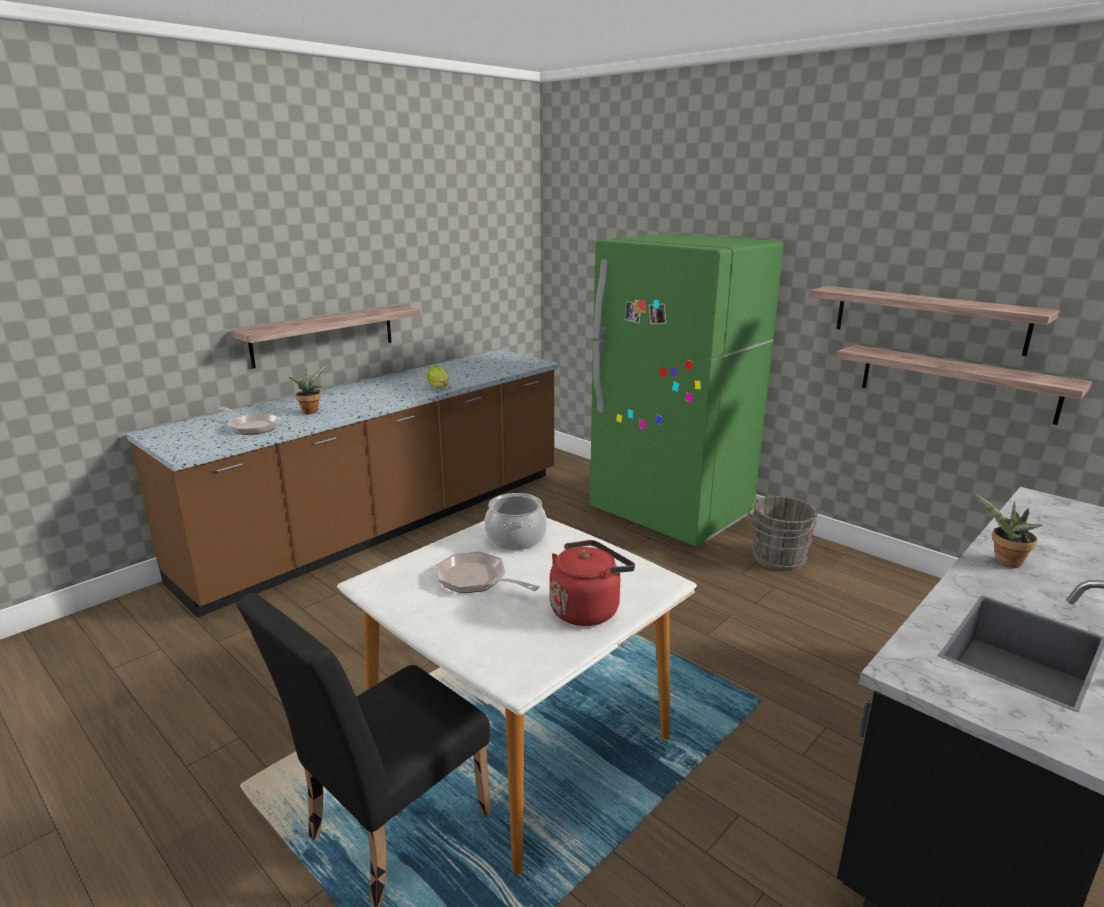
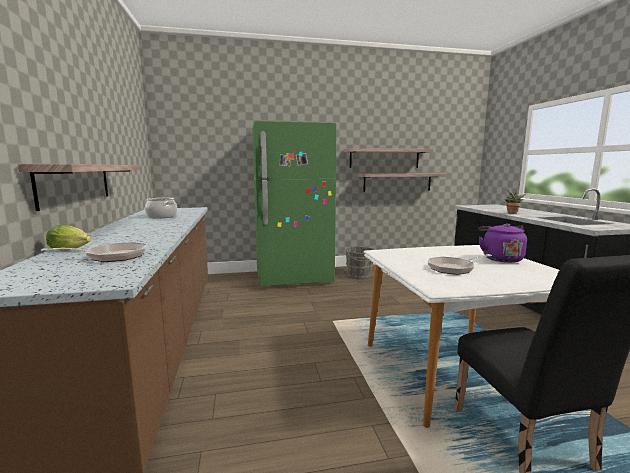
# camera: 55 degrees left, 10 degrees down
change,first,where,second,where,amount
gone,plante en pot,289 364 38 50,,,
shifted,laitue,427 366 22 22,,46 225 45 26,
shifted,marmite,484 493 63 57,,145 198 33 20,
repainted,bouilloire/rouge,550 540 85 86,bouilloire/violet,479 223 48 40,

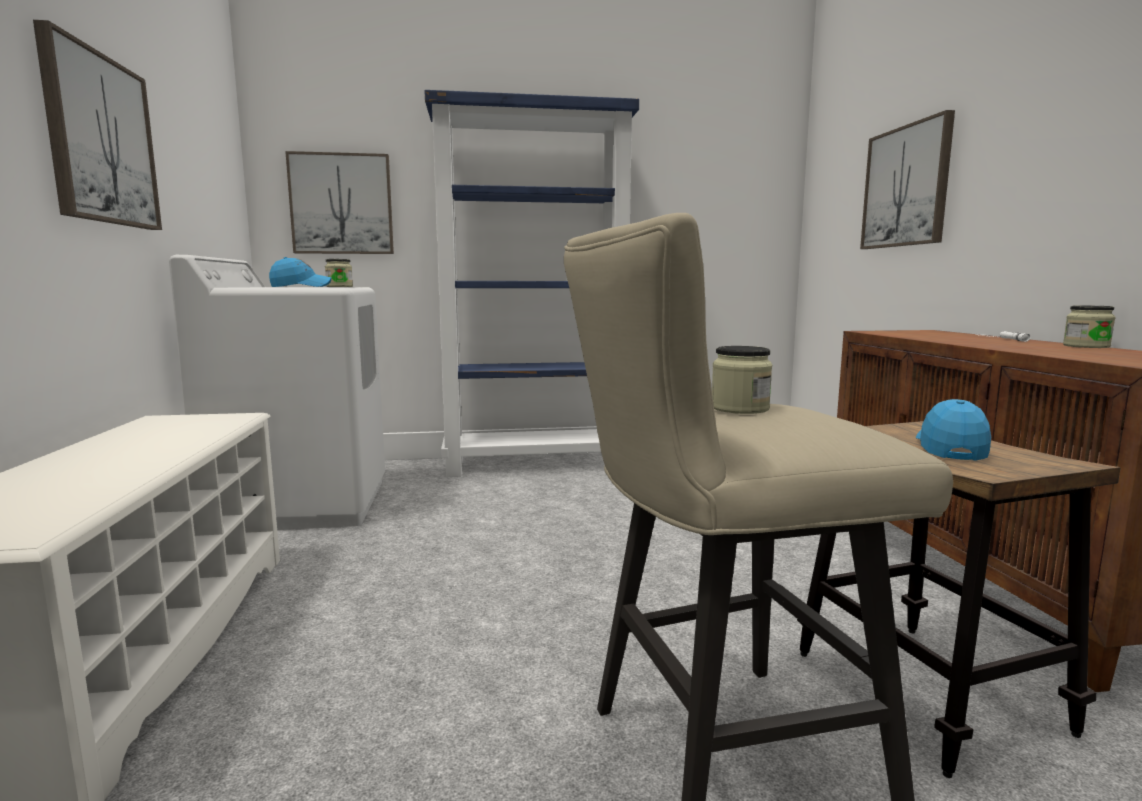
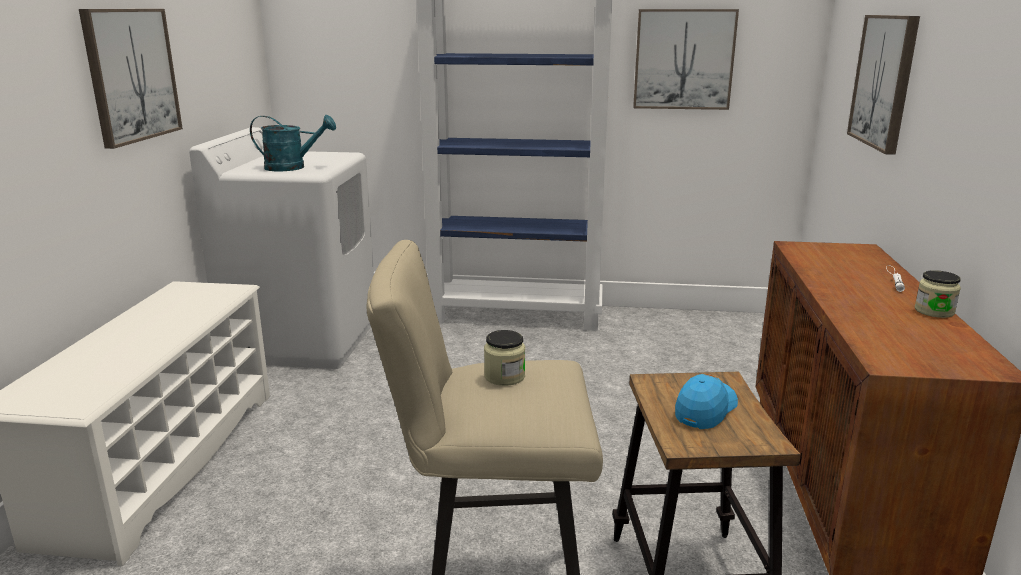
# camera: 15 degrees right, 10 degrees up
change,first,where,second,where,amount
shifted,tableau,285 151 109 103,,633 9 106 101,
swapped,casquette/bleu,269 257 62 30,arrosoir/turquoise,250 115 86 56,
gone,bocal,325 259 28 28,,,

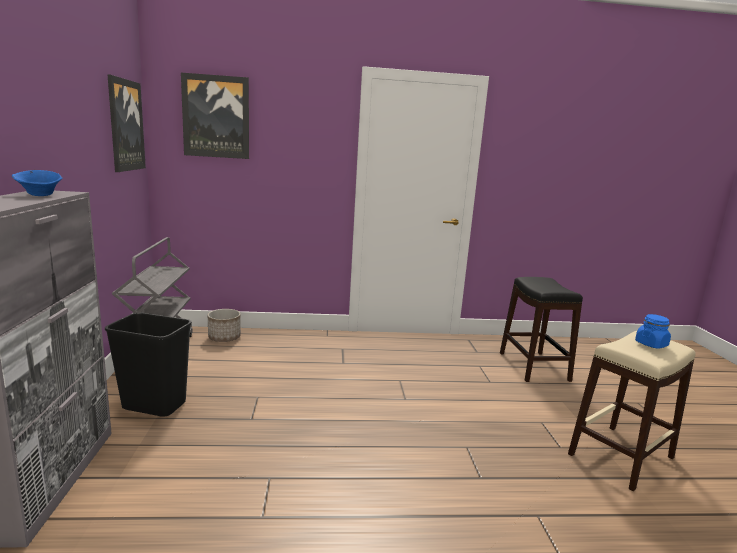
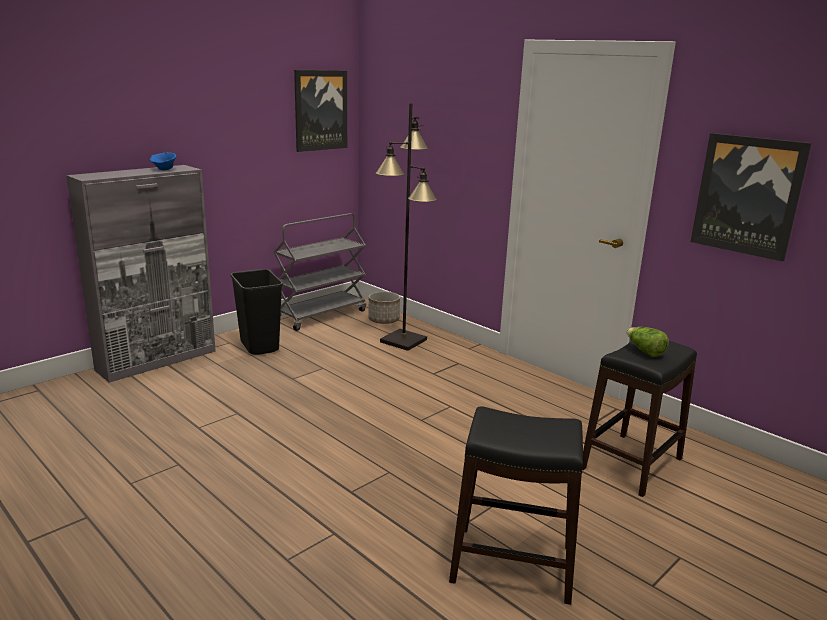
# camera: 50 degrees right, 5 degrees up
change,first,where,second,where,amount
shifted,tableau,181 73 68 86,,691 133 120 128,
gone,bocal/bleu,635 314 36 35,,,
repainted,tabouret/beige,568 331 128 160,tabouret/noir,449 406 134 199,
new,,,lampadaire/noir,376 103 61 248,
new,,,laitue,627 327 42 30,

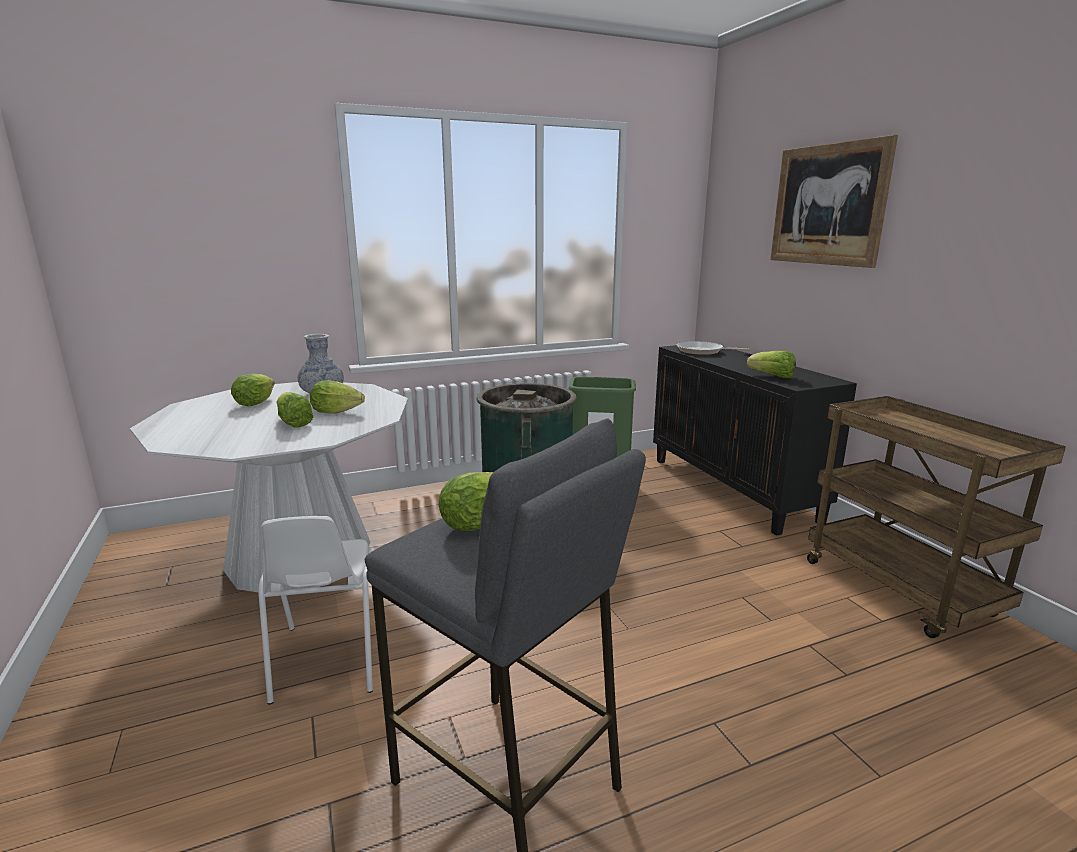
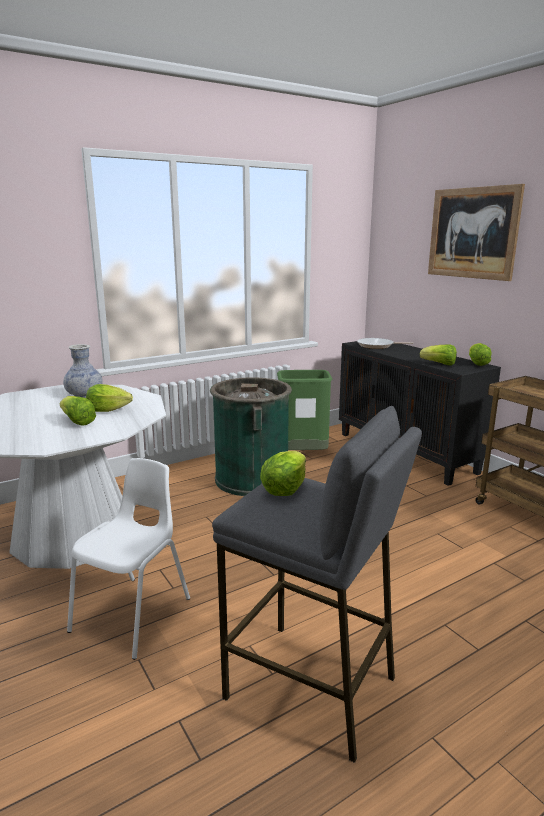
# camera: 10 degrees left, 0 degrees up
change,first,where,second,where,amount
shifted,laitue,231 374 44 33,,469 343 23 23,
rotated,chaise/blanc,258 516 117 188,,67 458 123 202,135 degrees counterclockwise

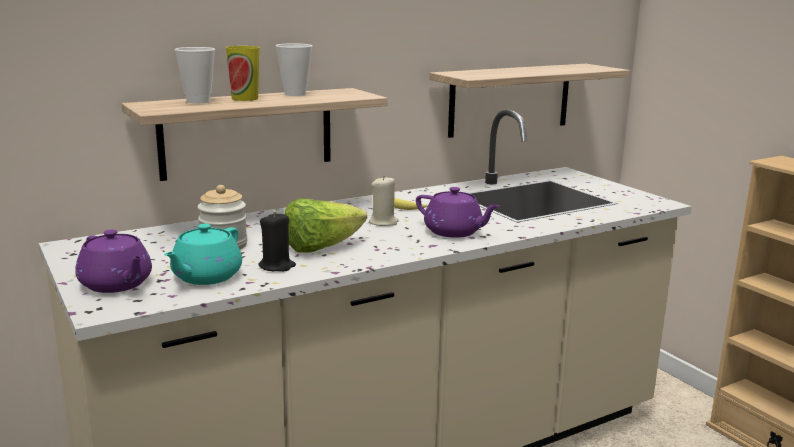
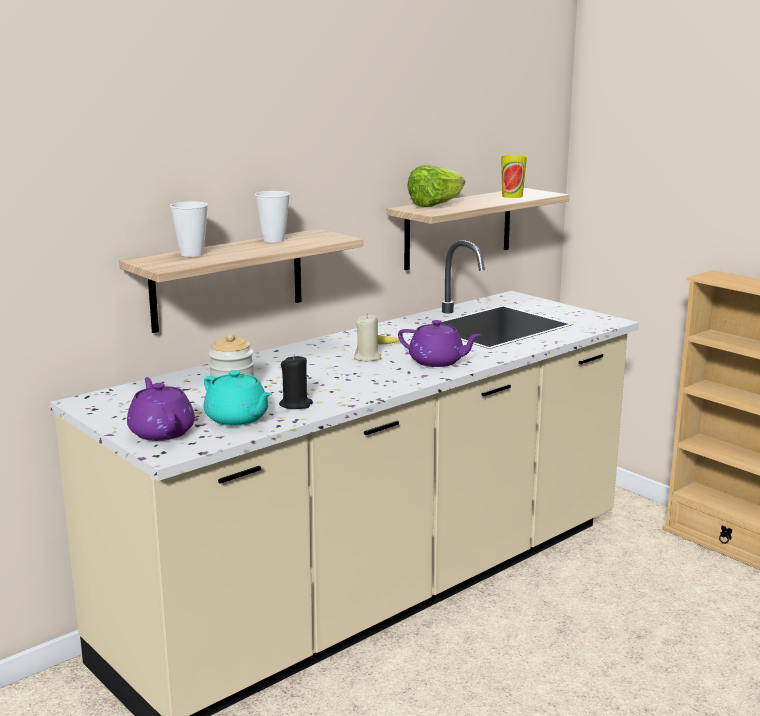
# camera: 10 degrees left, 0 degrees up
change,first,where,second,where,amount
shifted,tasse,226 46 33 55,,501 155 26 43,
shifted,laitue,284 198 83 54,,407 165 58 42,
rotated,théière/turquoise,164 224 78 61,,204 370 68 56,60 degrees counterclockwise
rotated,théière/violet,75 230 77 63,,127 377 68 64,150 degrees counterclockwise

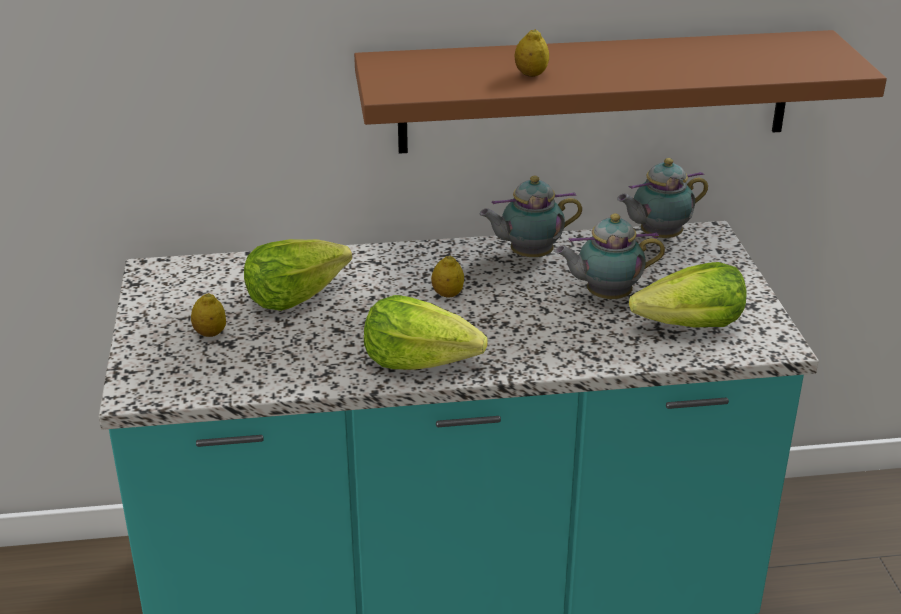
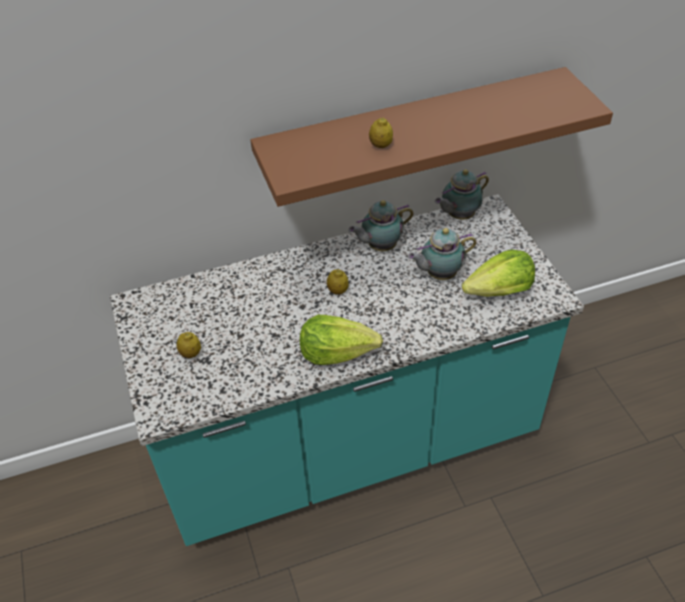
# camera: 10 degrees left, 15 degrees up
change,first,where,second,where,amount
gone,laitue,244 239 108 72,,,

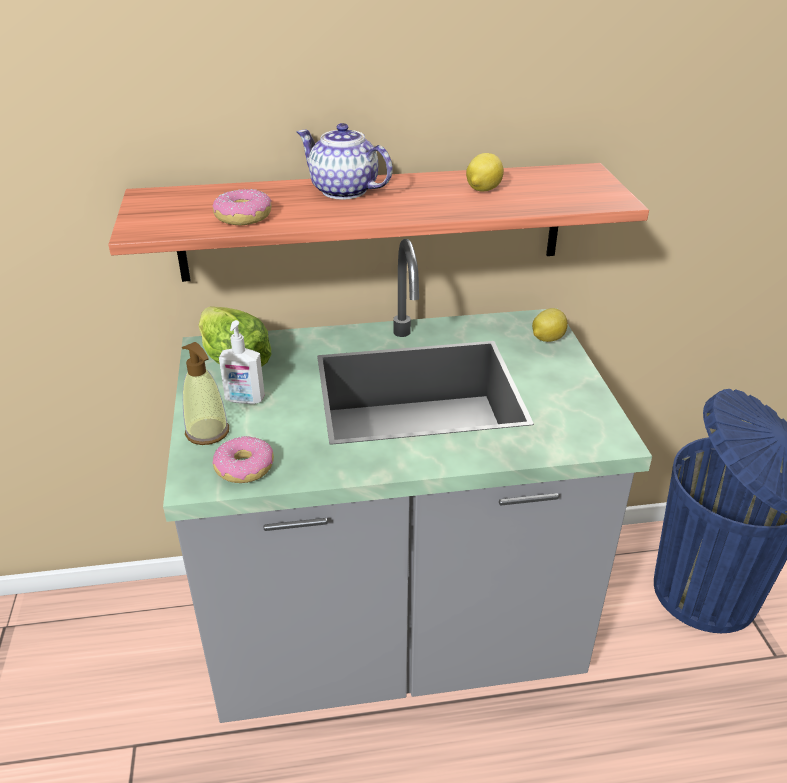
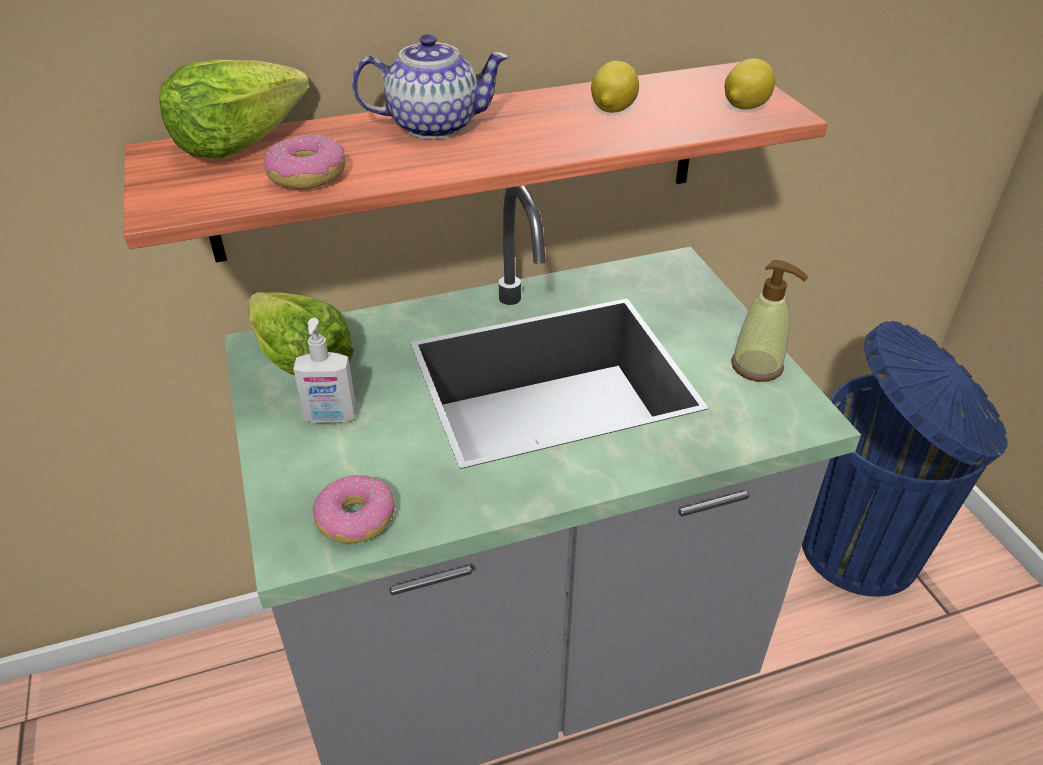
# camera: 10 degrees left, 5 degrees up
change,first,where,second,where,amount
rotated,théière,297 123 96 77,,352 34 157 105,150 degrees clockwise
shifted,citron,532 308 36 34,,725 58 50 52,
shifted,distributeur de savon,182 342 47 103,,731 260 78 122,
new,,,laitue,159 60 151 98,

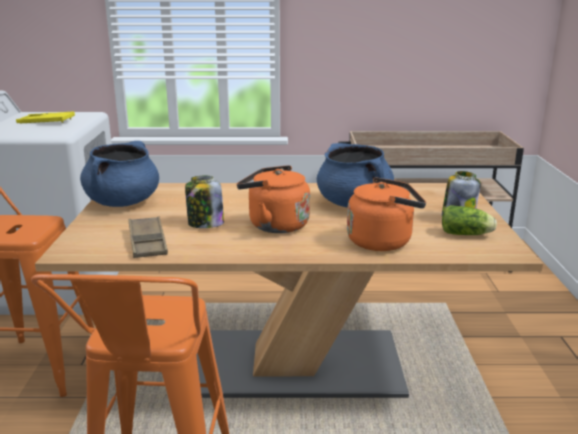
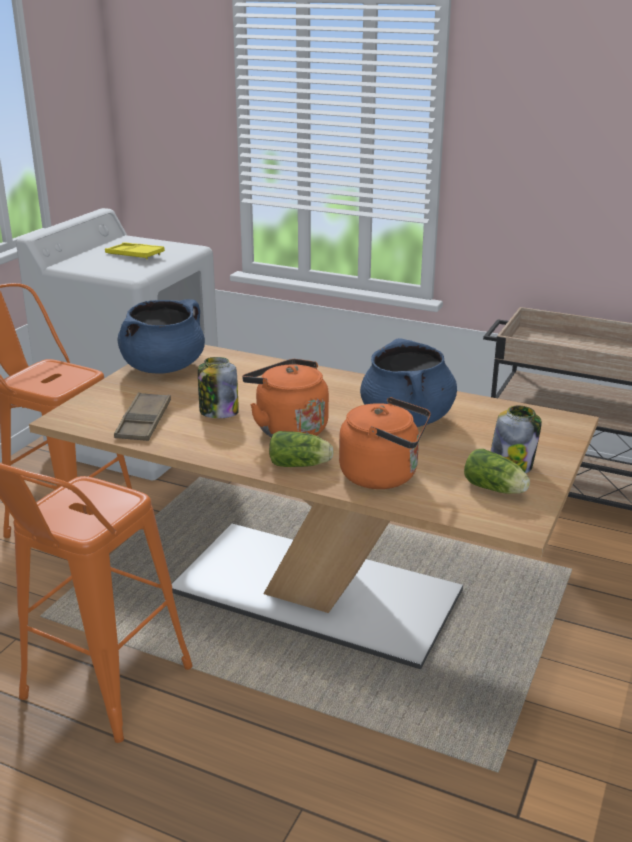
# camera: 25 degrees right, 5 degrees up
change,first,where,second,where,amount
new,,,laitue,269 431 65 36,

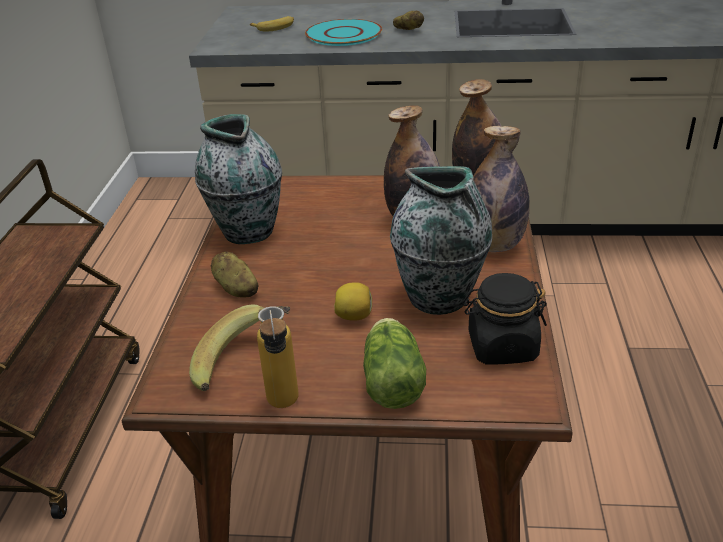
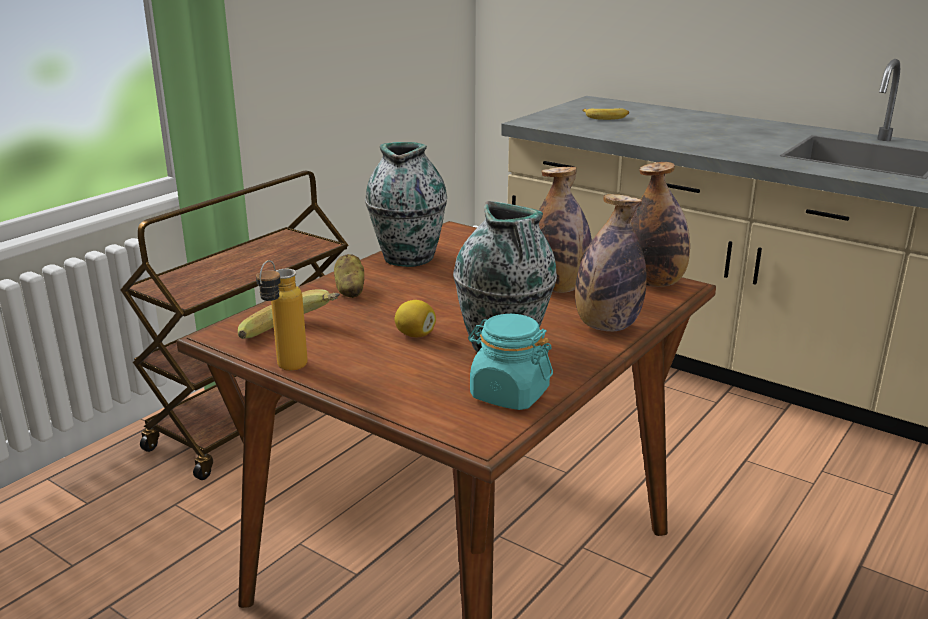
# camera: 30 degrees right, 10 degrees down
change,first,where,second,where,amount
gone,pomme de terre,393 11 31 19,,,
gone,assiette/turquoise,305 19 77 27,,,
repainted,bocal/noir,462 273 85 92,bocal/turquoise,468 314 85 96,
gone,laitue,363 318 63 91,,,

